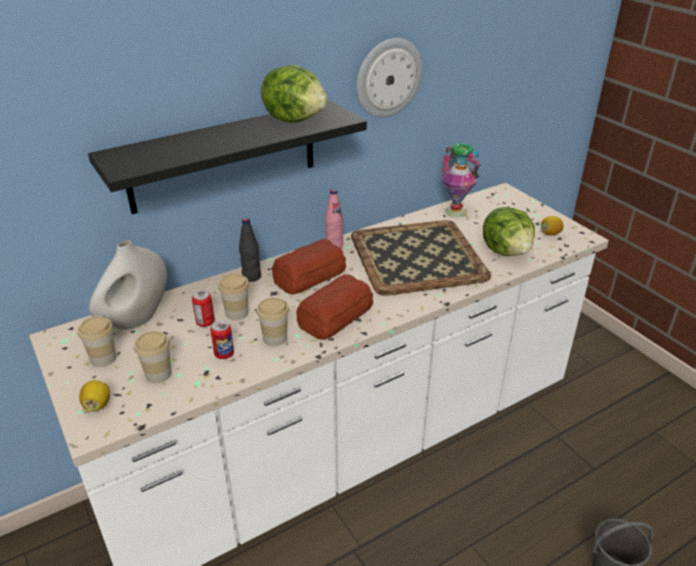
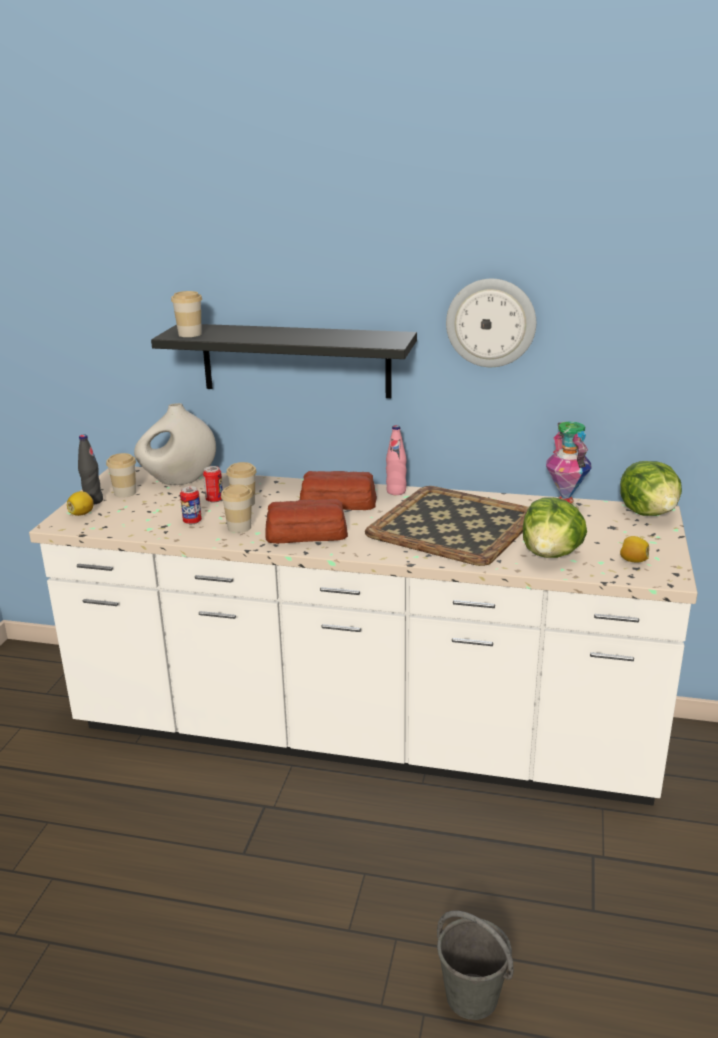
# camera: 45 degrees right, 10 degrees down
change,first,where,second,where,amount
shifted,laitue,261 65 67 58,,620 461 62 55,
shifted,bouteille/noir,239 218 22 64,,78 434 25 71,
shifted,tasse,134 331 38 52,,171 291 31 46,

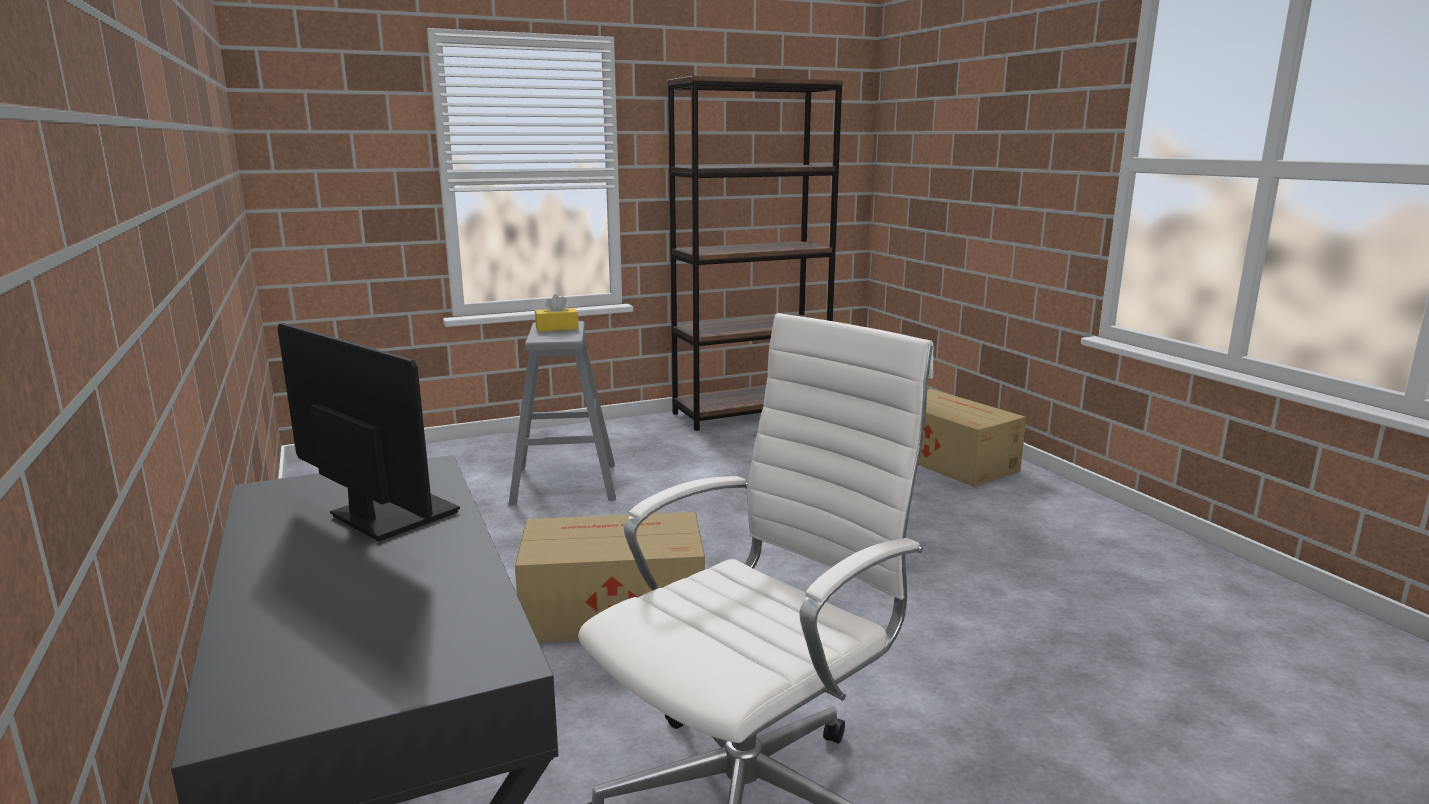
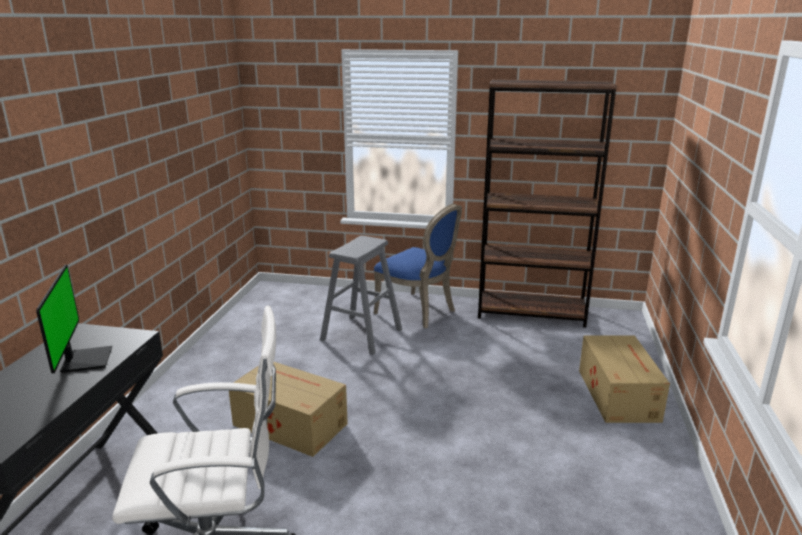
# camera: 35 degrees right, 5 degrees up
change,first,where,second,where,amount
gone,boîte à mouchoirs/jaune,535 294 44 38,,,
new,,,chaise/bleu,374 204 88 124,

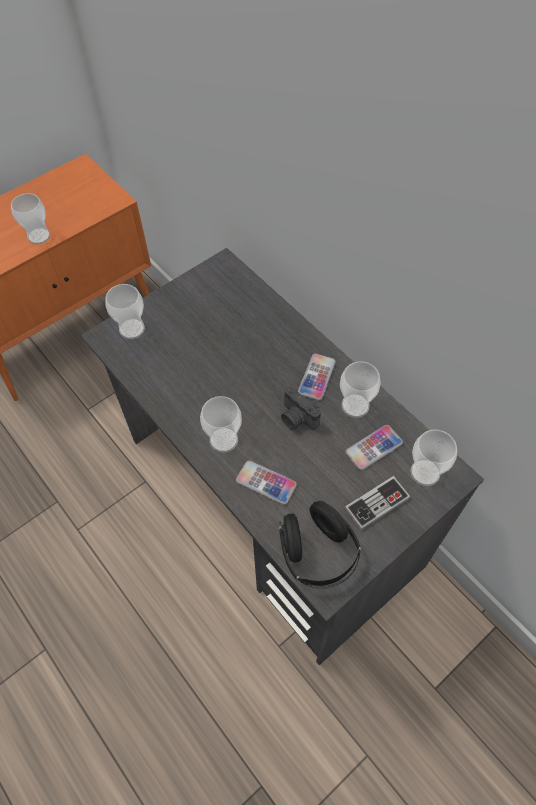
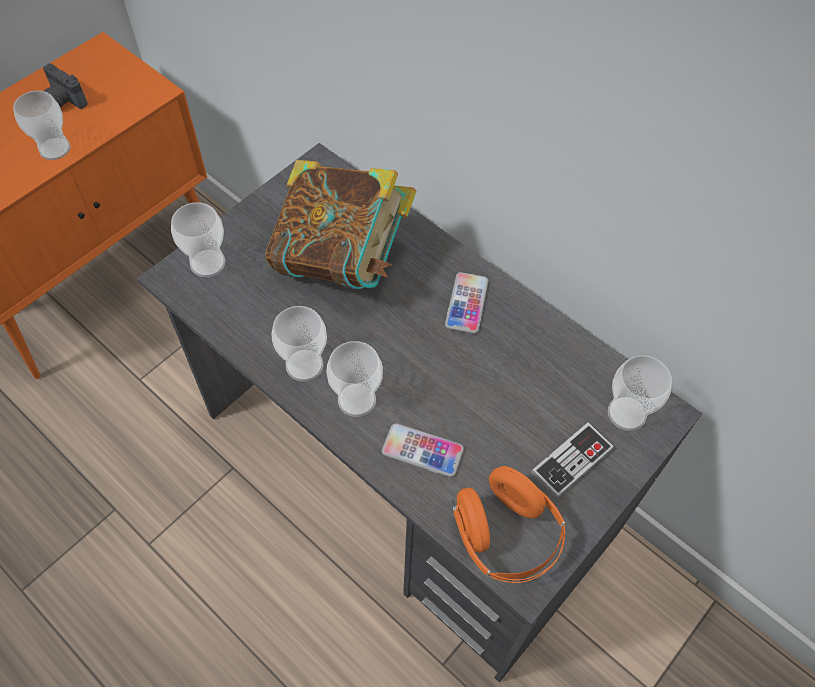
# camera: 10 degrees left, 0 degrees up
change,first,where,second,where,amount
shifted,tasse,340 361 41 57,,271 306 56 76,
shifted,appareil photo,281 386 40 44,,43 63 45 46,
gone,téléphone,346 425 57 45,,,
repainted,casque audio/noir,279 501 82 88,casque audio/orange,452 466 113 117,
new,,,livre,265 160 151 129,

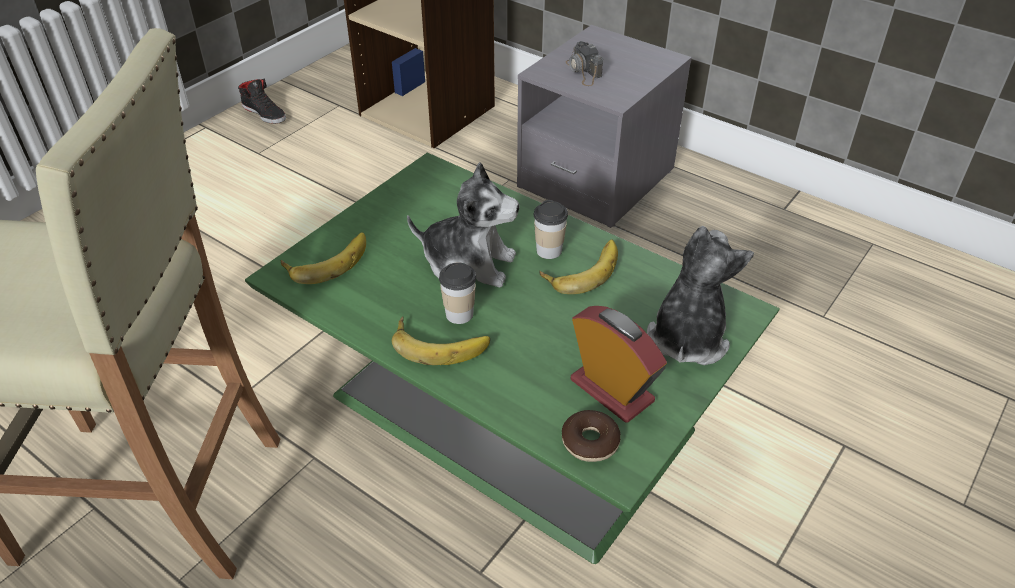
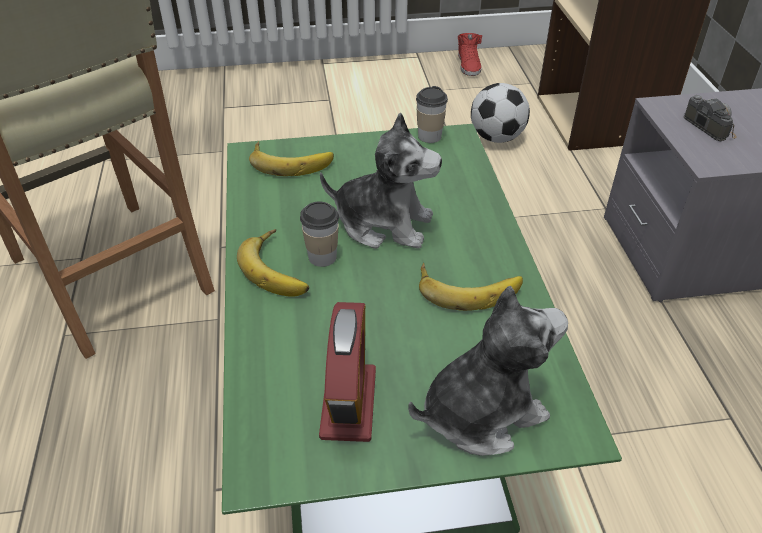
# camera: 45 degrees right, 0 degrees up
change,first,where,second,where,amount
rotated,appareil photo,566 41 37 45,,684 95 52 47,135 degrees clockwise
repainted,chaussure/noir,238 79 48 45,chaussure/rouge,458 33 24 43,
rotated,peluche,407 162 112 125,,320 112 122 137,45 degrees counterclockwise
shifted,tasse,534 200 34 59,,416 86 32 57,
gone,beignet,562 410 59 52,,,
new,,,ballon de foot,471 83 59 60,

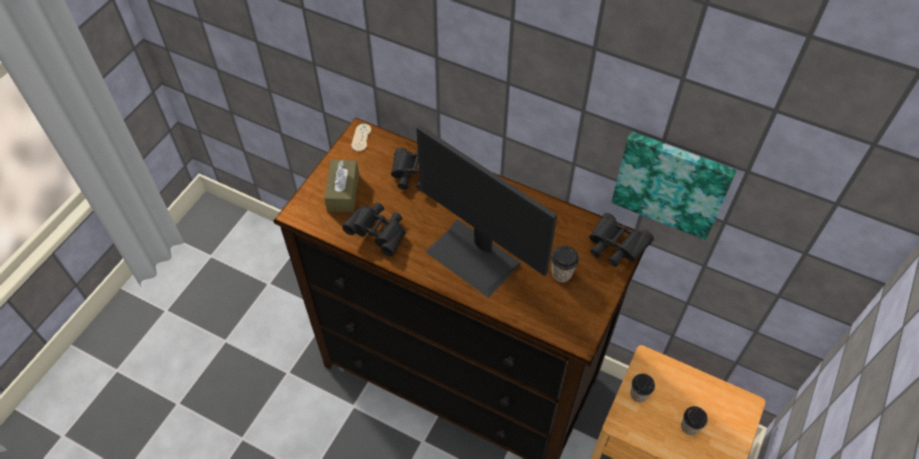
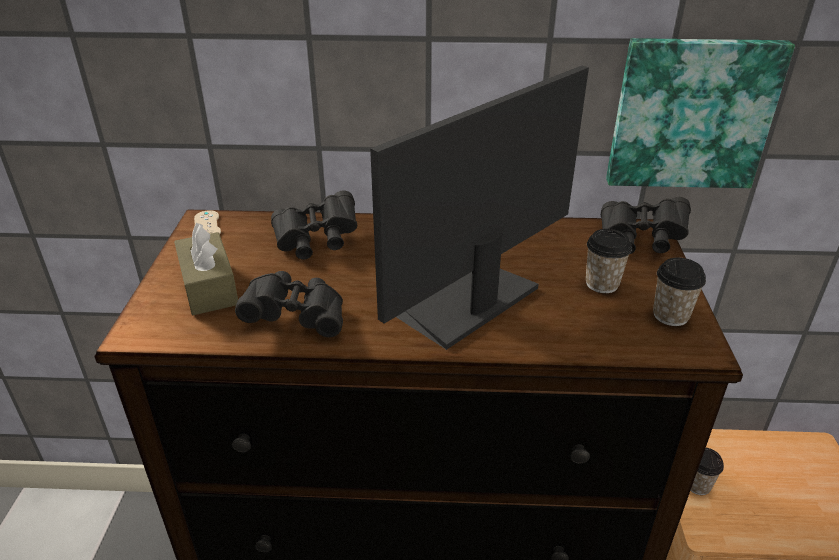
# camera: 25 degrees left, 20 degrees down
change,first,where,second,where,amount
rotated,écran d'ordinateur,416 125 141 173,,370 66 219 284,120 degrees clockwise
shifted,tasse,681 406 27 29,,653 258 53 68,

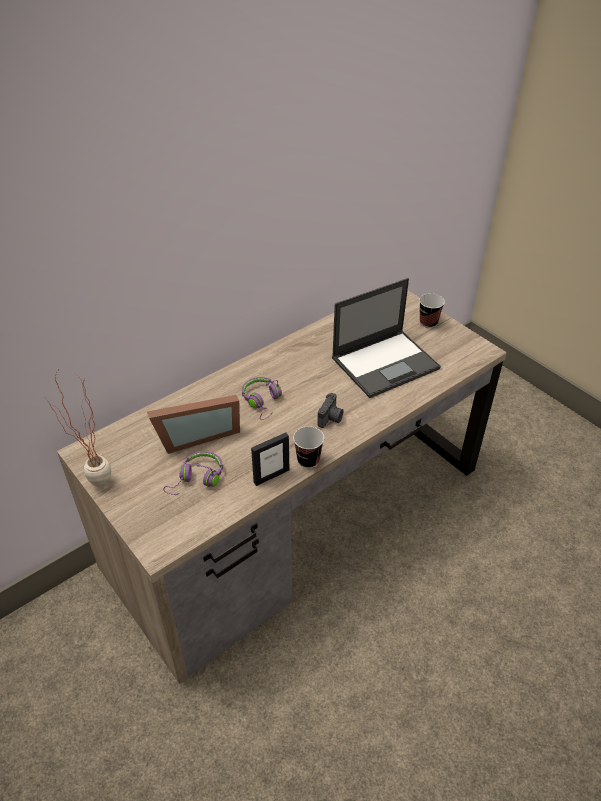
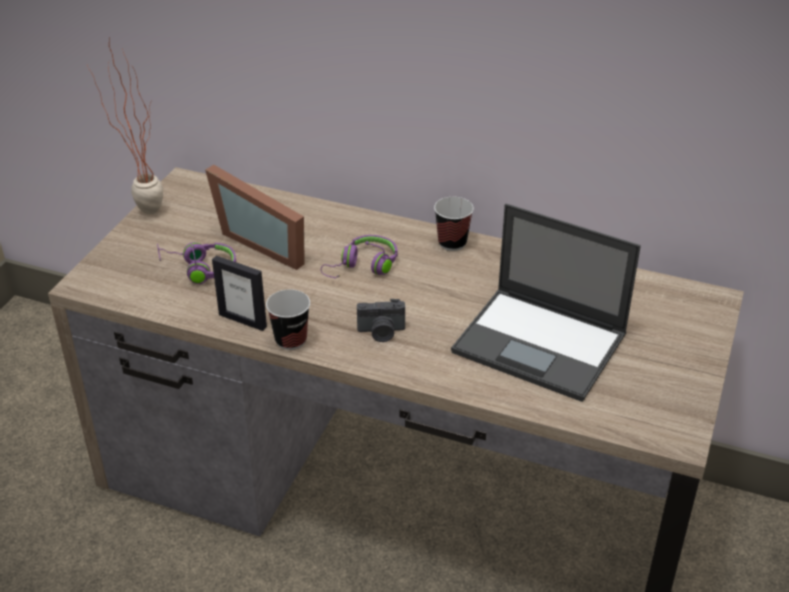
# camera: 60 degrees right, 5 degrees down
change,first,where,second,where,amount
shifted,tasse,419 293 26 35,,434 197 40 54,

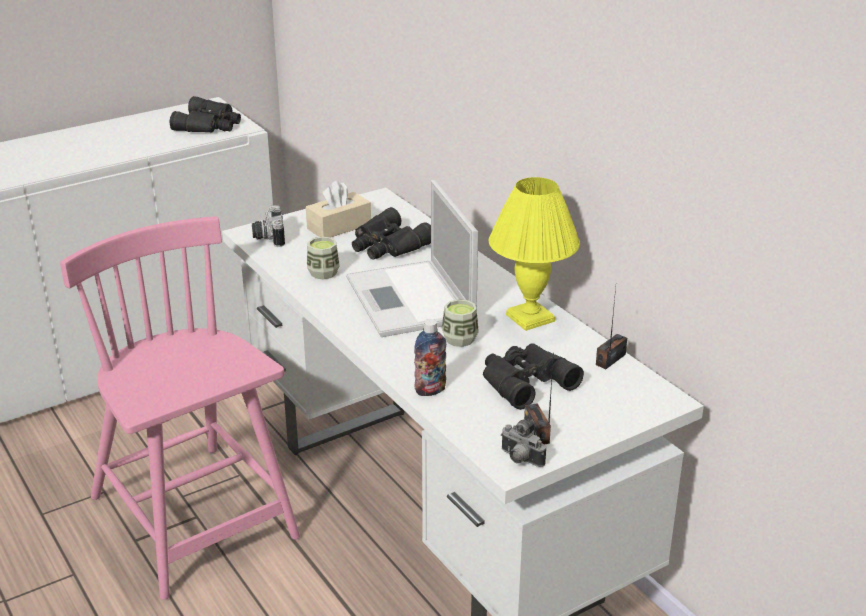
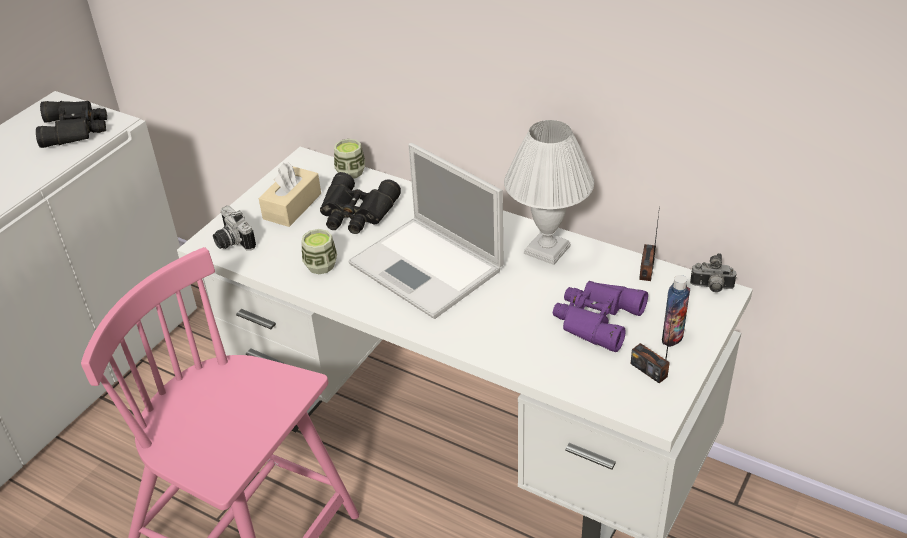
# camera: 25 degrees left, 10 degrees up
change,first,where,second,where,amount
repainted,lampe de table/jaune,489 177 91 154,lampe de table/blanc,504 120 90 145,
shifted,tasse,442 299 37 48,,334 139 31 40,
shifted,bouteille,414 319 32 77,,662 275 28 72,
repainted,jumelles/noir,483 343 101 67,jumelles/violet,553 281 95 71,
shifted,appareil photo,501 420 45 47,,690 253 47 39,

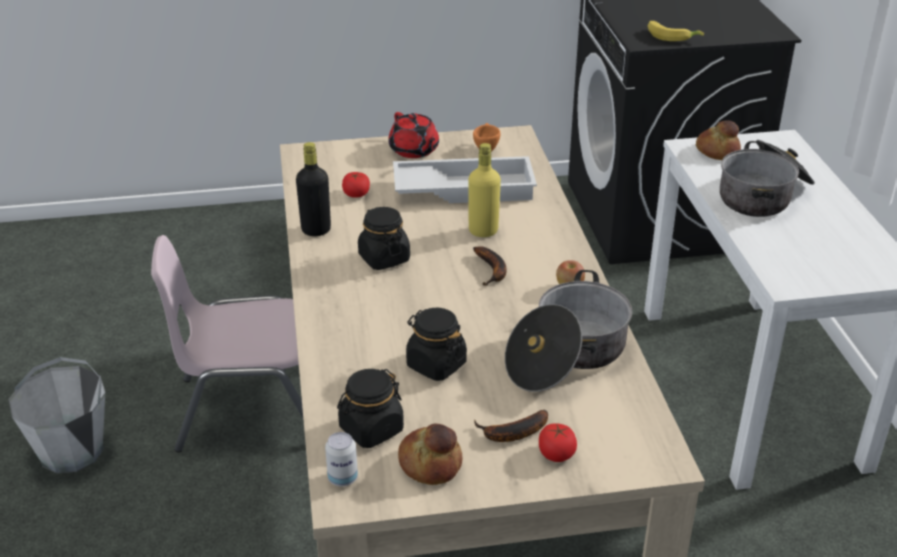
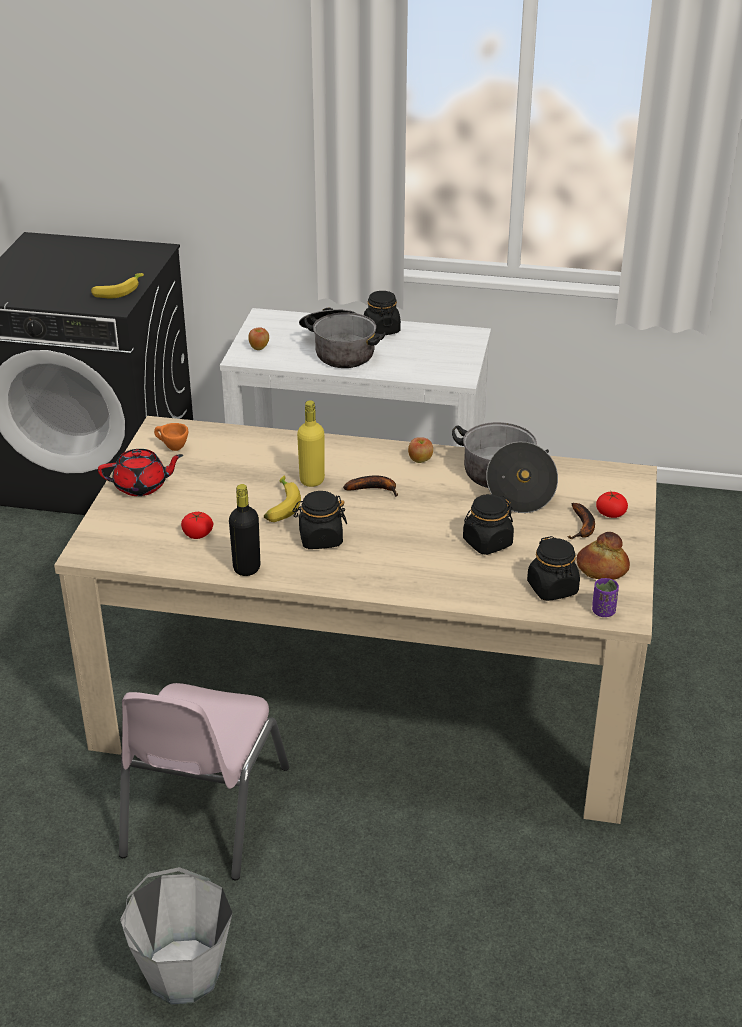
# camera: 70 degrees left, 0 degrees up
change,first,where,second,where,amount
swapped,pain,696 120 45 40,pomme,248 327 21 23,
gone,plateau/blanc,393 156 144 47,,,
swapped,boîte métallique,325 432 33 54,tasse/violet,592 578 27 39,
new,,,bocal/noir,364 291 37 44,
new,,,banane,264 475 37 47,

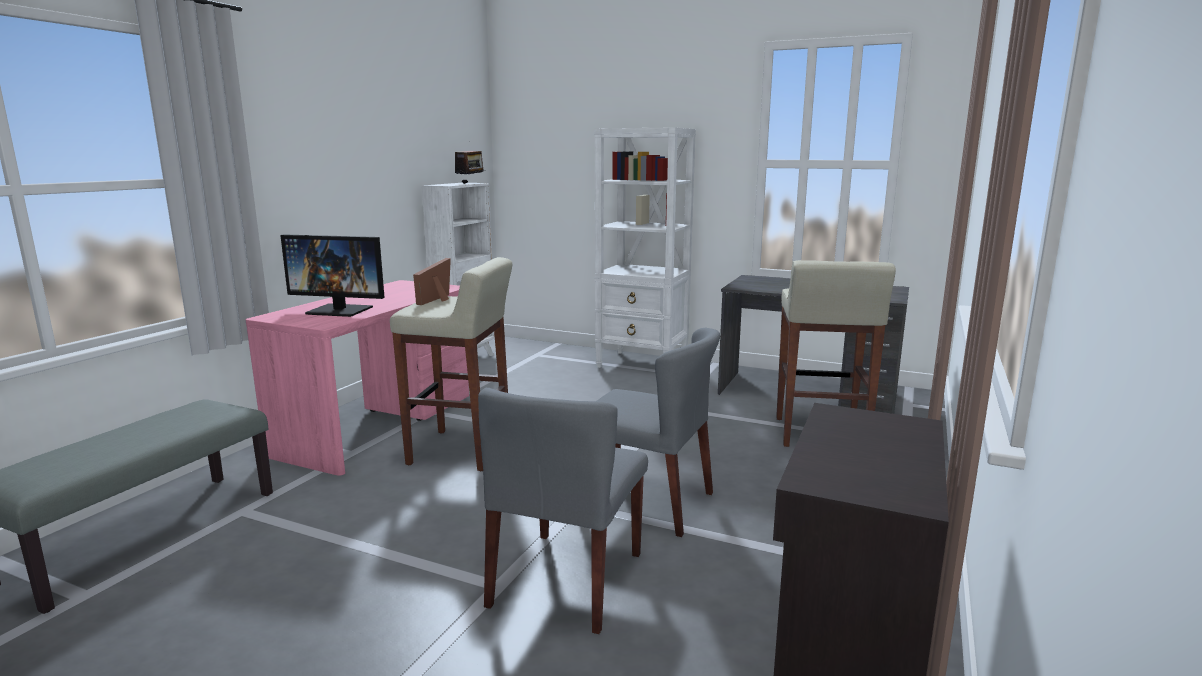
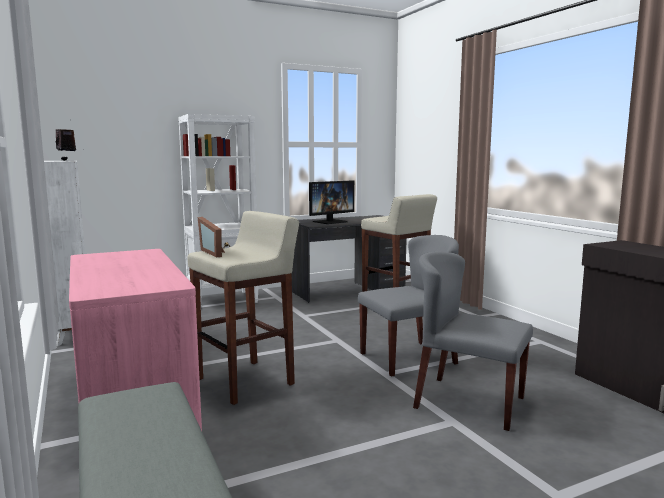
# camera: 50 degrees left, 5 degrees down
change,first,where,second,where,amount
shifted,écran d'ordinateur,280 234 105 83,,309 180 45 44,
rotated,chaise/gris,478 388 170 246,,413 251 120 180,150 degrees clockwise

